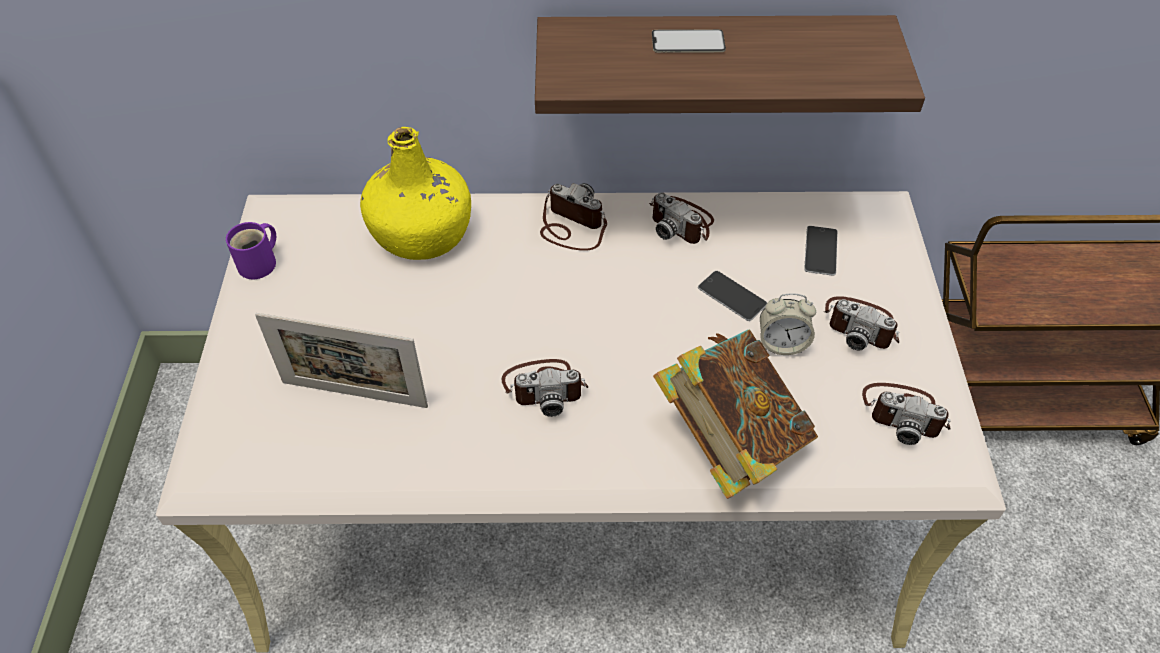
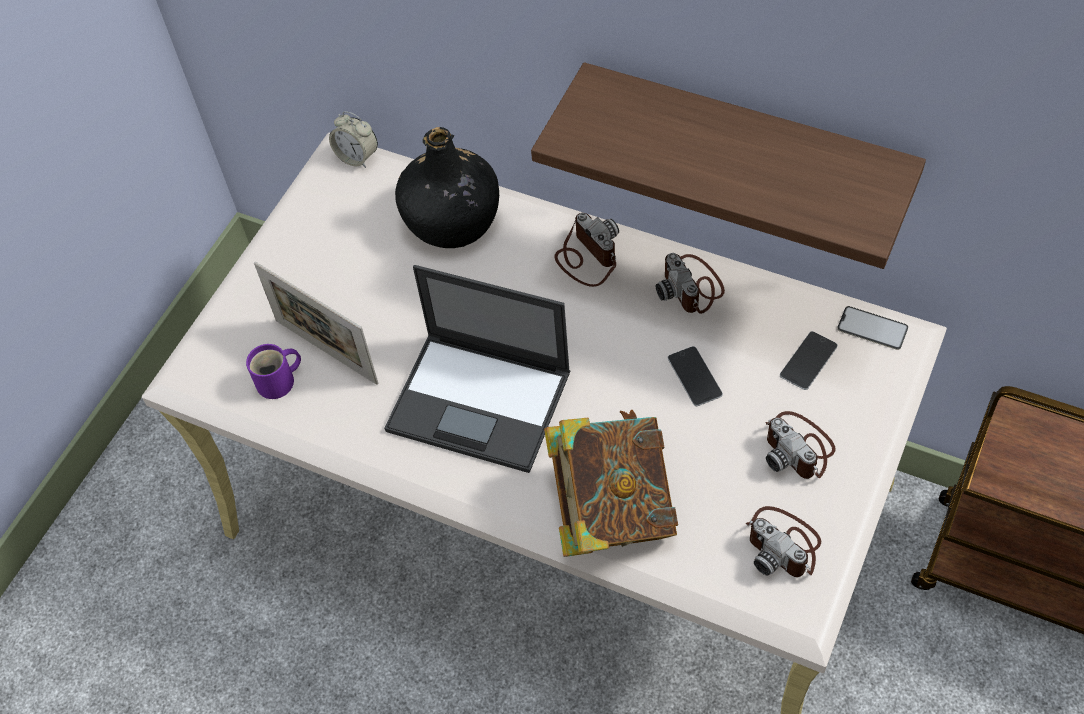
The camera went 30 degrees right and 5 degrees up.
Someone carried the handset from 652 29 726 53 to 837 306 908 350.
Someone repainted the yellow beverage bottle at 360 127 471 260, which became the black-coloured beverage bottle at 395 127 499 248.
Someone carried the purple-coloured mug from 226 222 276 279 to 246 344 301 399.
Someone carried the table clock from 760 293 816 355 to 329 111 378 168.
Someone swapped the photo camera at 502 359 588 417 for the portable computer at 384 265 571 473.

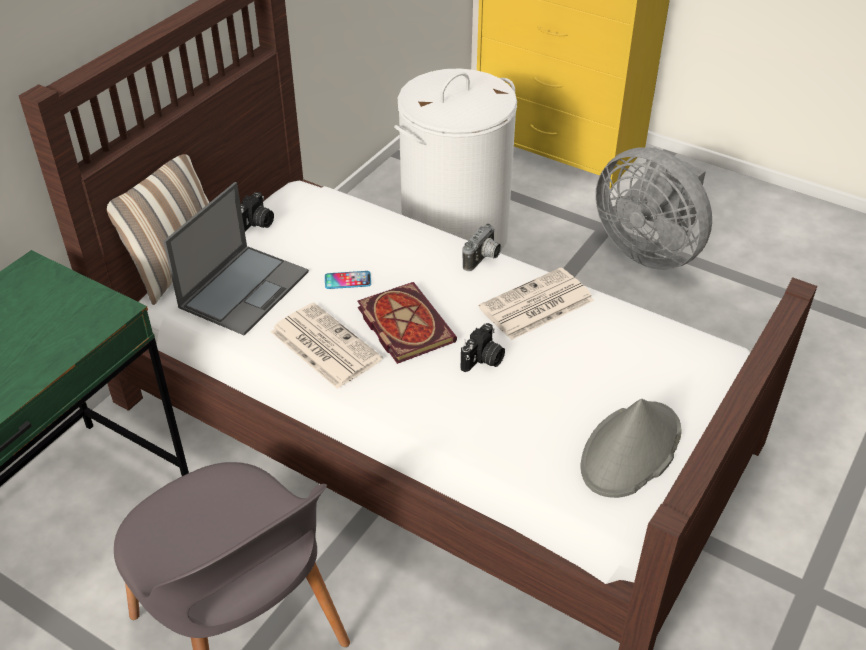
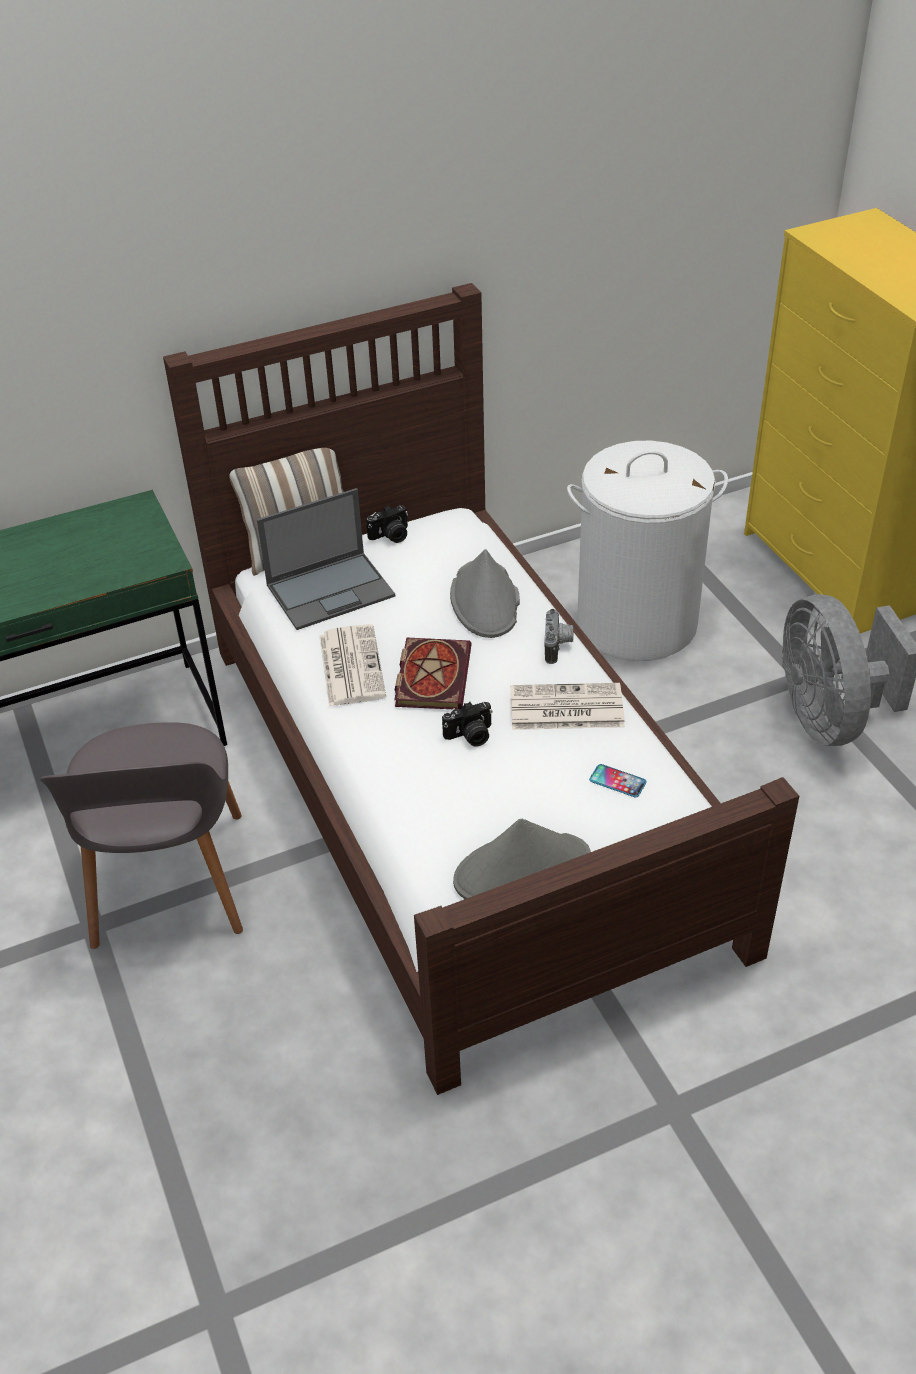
The camera went 35 degrees right and 0 degrees up.
Someone rotated the photo camera at 463 223 501 271 by 60 degrees counterclockwise.
Someone carried the handset from 325 271 371 289 to 589 764 647 797.
Someone put down the gray wearable hat at 450 549 520 638.

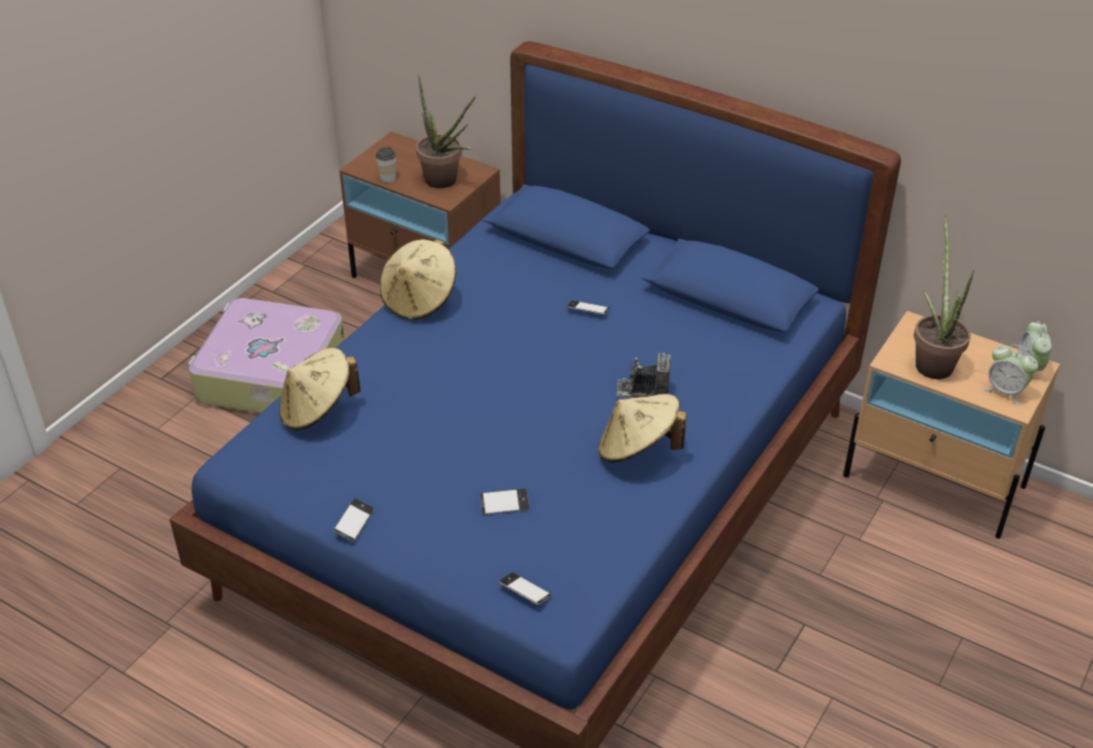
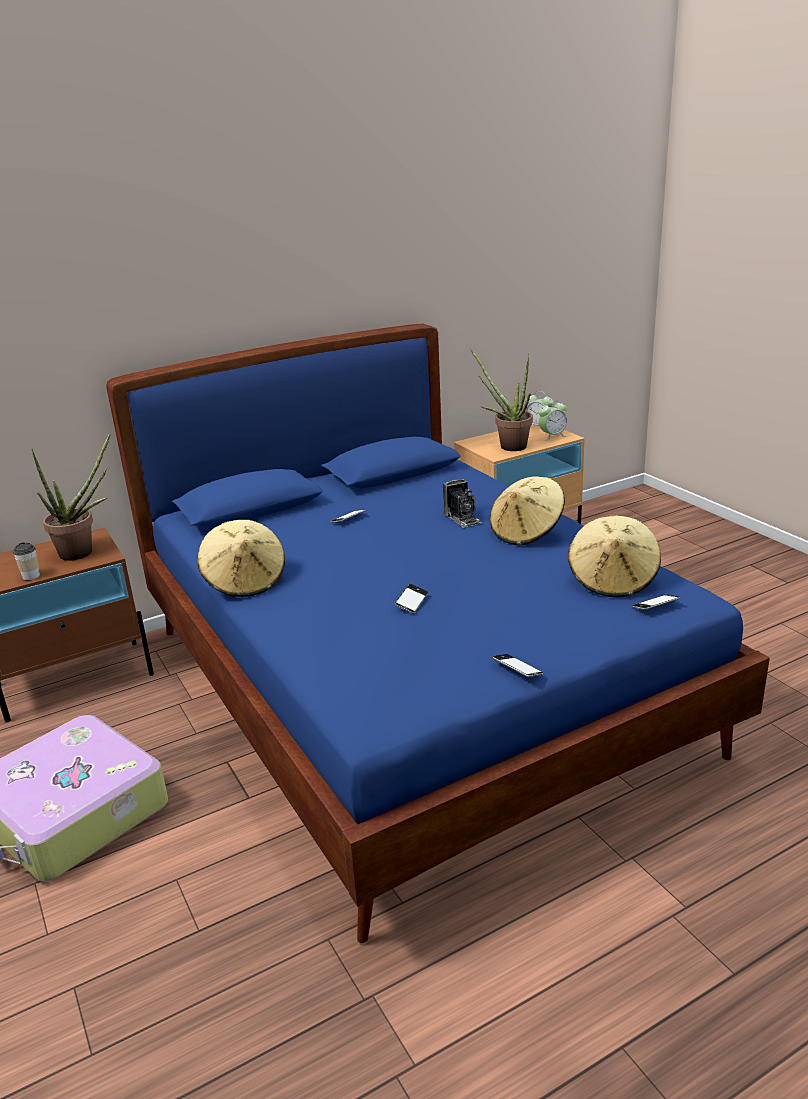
The camera went 60 degrees left and 15 degrees down.
Someone carried the sand-coloured wearable hat from 279 348 361 431 to 568 515 661 597.
Someone rotated the photo camera at 616 353 671 398 by 60 degrees counterclockwise.
Someone carried the handset from 480 488 529 515 to 395 584 428 614.

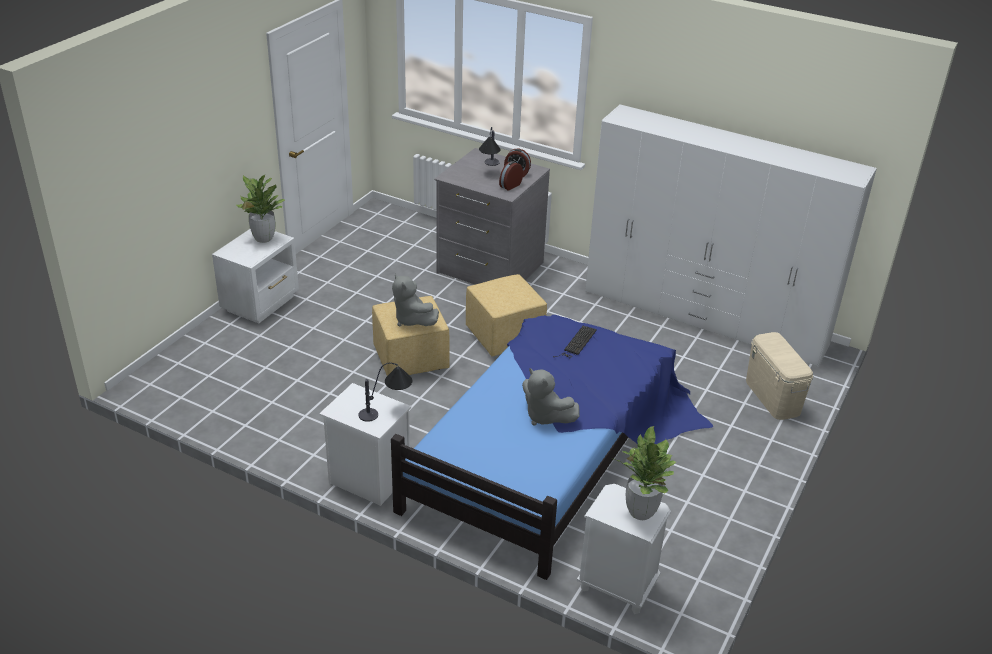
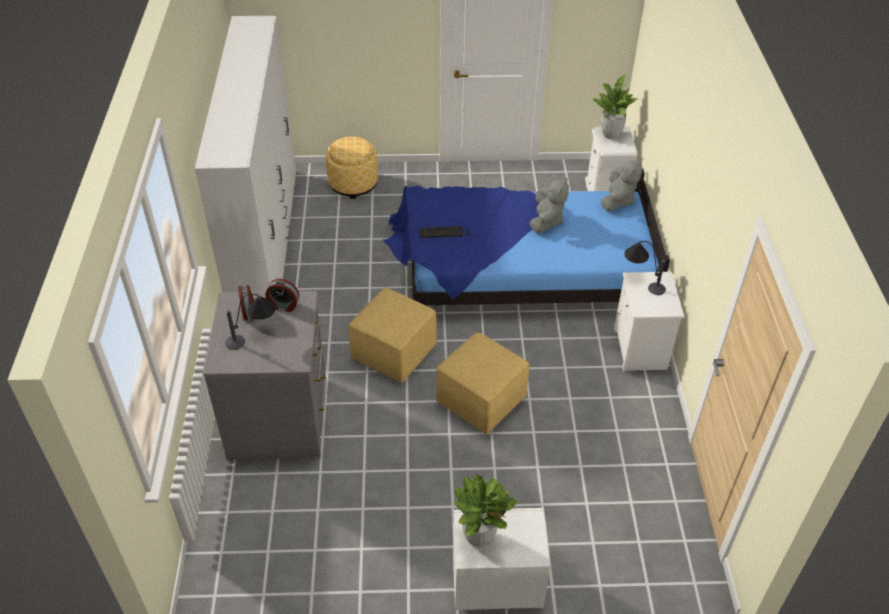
The camera went 120 degrees left and 10 degrees up.
Someone carried the gray soft toy from 392 274 439 326 to 601 159 642 211.
Someone swapped the sand-coloured storage bin at 746 332 813 420 for the footrest at 326 136 378 199.

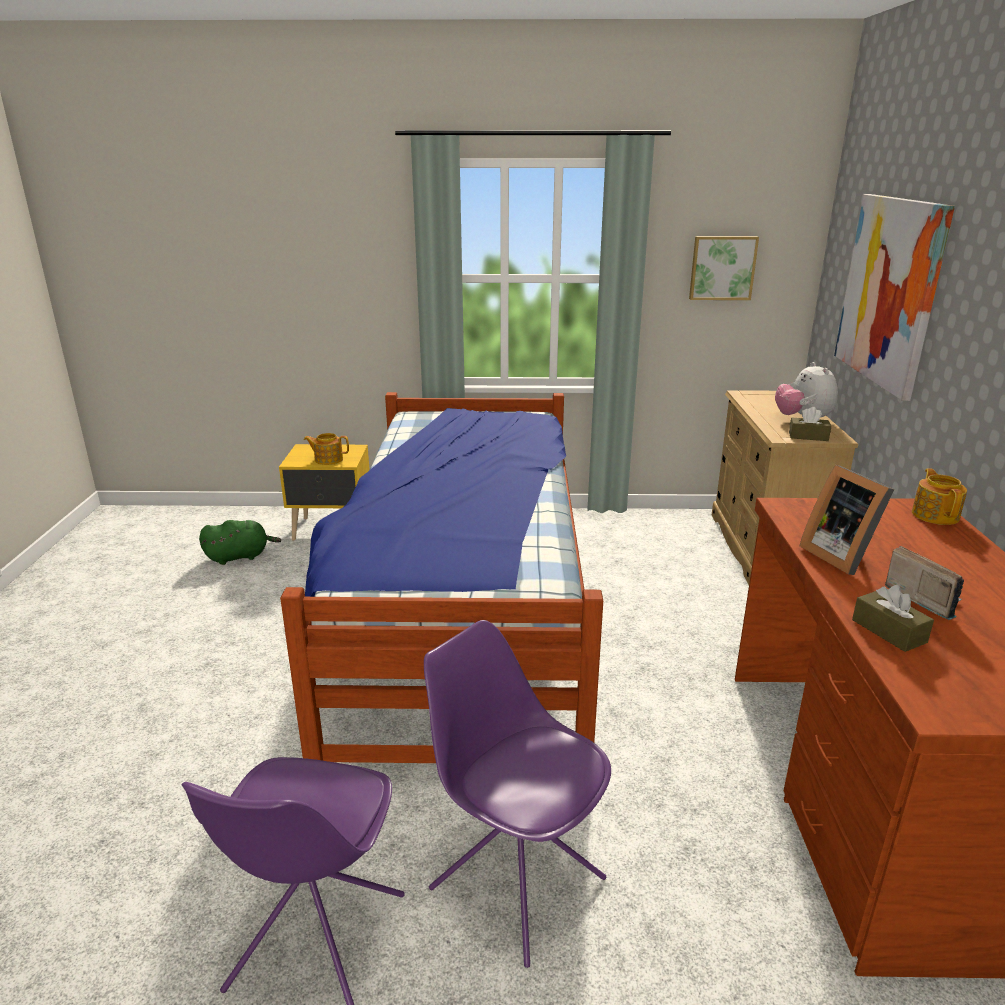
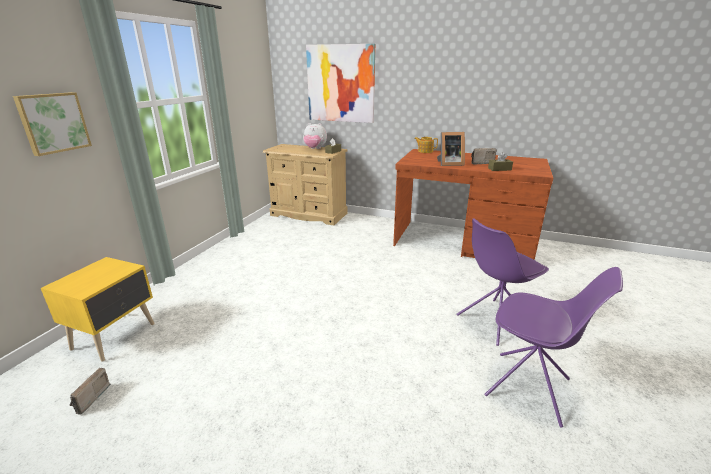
The camera went 70 degrees left and 0 degrees up.
Someone carried the wall art from 689 236 759 300 to 13 92 92 156.
Someone took away the bed at 280 392 603 763.
Someone took away the pot for tea at 304 433 349 465.
Someone swapped the greenish soft toy at 199 520 281 565 for the radio receiver at 69 368 111 415.

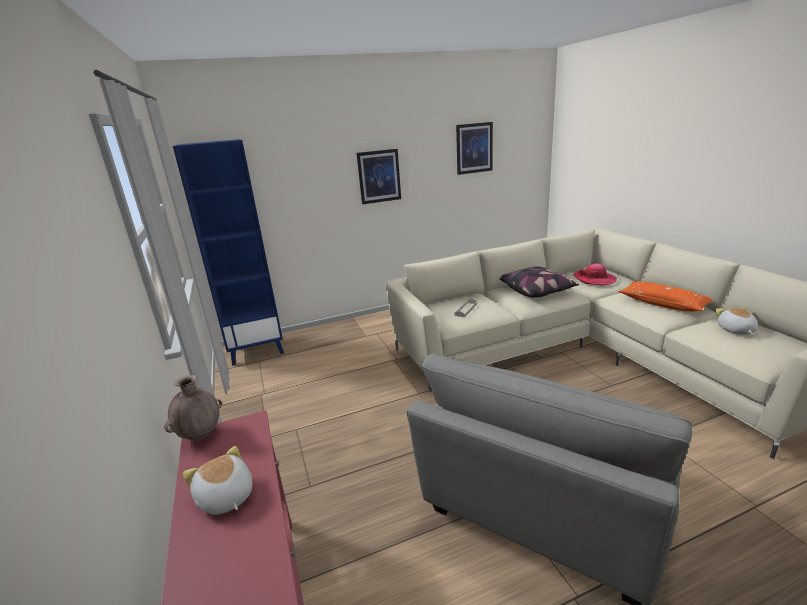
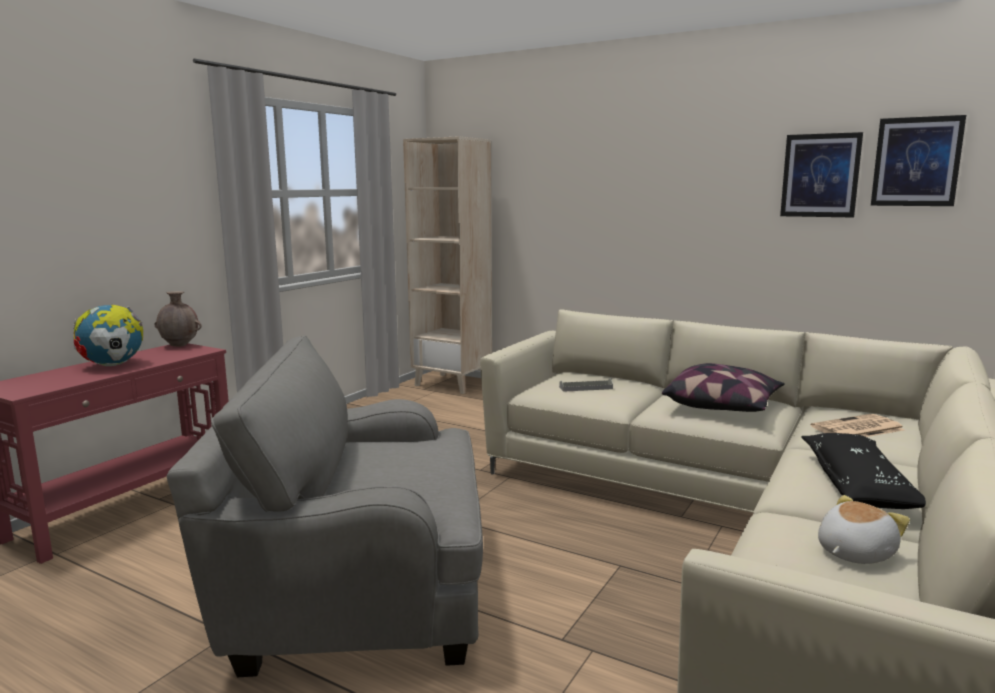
The camera went 50 degrees right and 10 degrees down.
Someone repainted the blue-coloured shelving unit at 173 139 284 366, which became the sand-coloured shelving unit at 403 136 492 394.
Someone carried the wall art from 357 149 401 204 to 871 115 966 206.
Someone swapped the wearable hat at 573 263 617 285 for the newspaper at 811 414 905 437.
Someone repainted the orange cushion at 618 281 712 312, which became the black-coloured cushion at 801 433 926 509.
Someone swapped the soft toy at 183 446 252 515 for the world globe at 73 305 143 366.

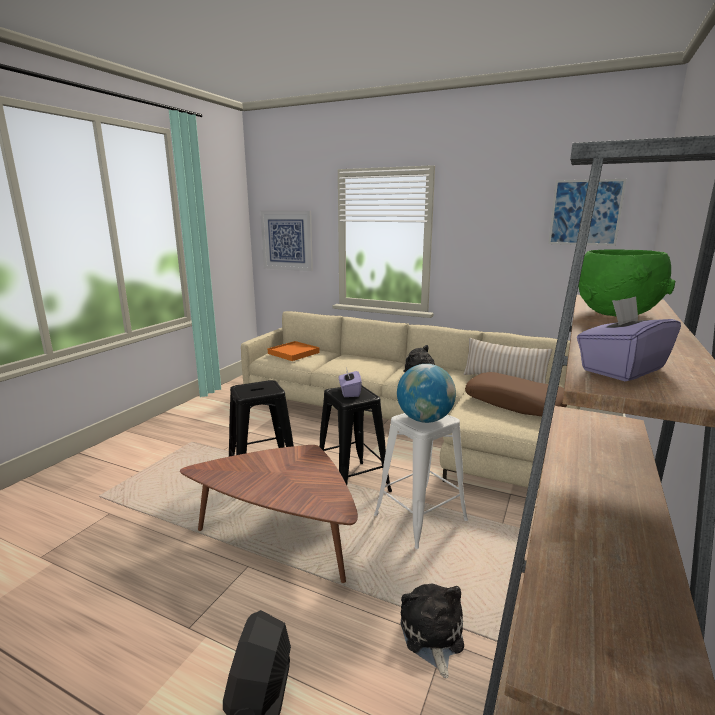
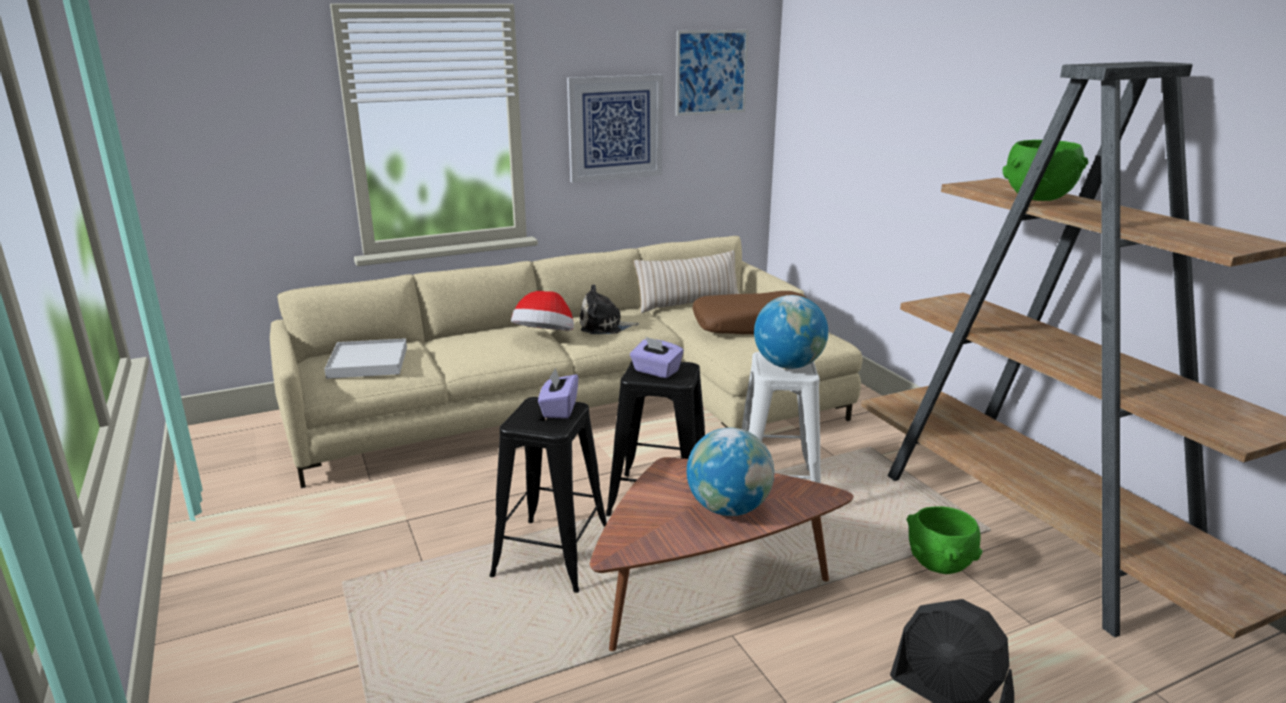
The camera went 50 degrees left and 5 degrees up.
Someone carried the wall art from 260 211 313 271 to 567 74 663 183.
Someone carried the purple-coloured box of tissues from 577 296 681 381 to 538 368 578 419.
Someone repainted the orange carrying tray at 268 341 320 361, which became the white carrying tray at 324 338 407 379.
Someone swapped the soft toy at 401 583 464 678 for the greenish deep dish at 907 506 983 574.
Someone put down the wearable hat at 511 291 574 331.
Someone put down the world globe at 687 428 774 516.

